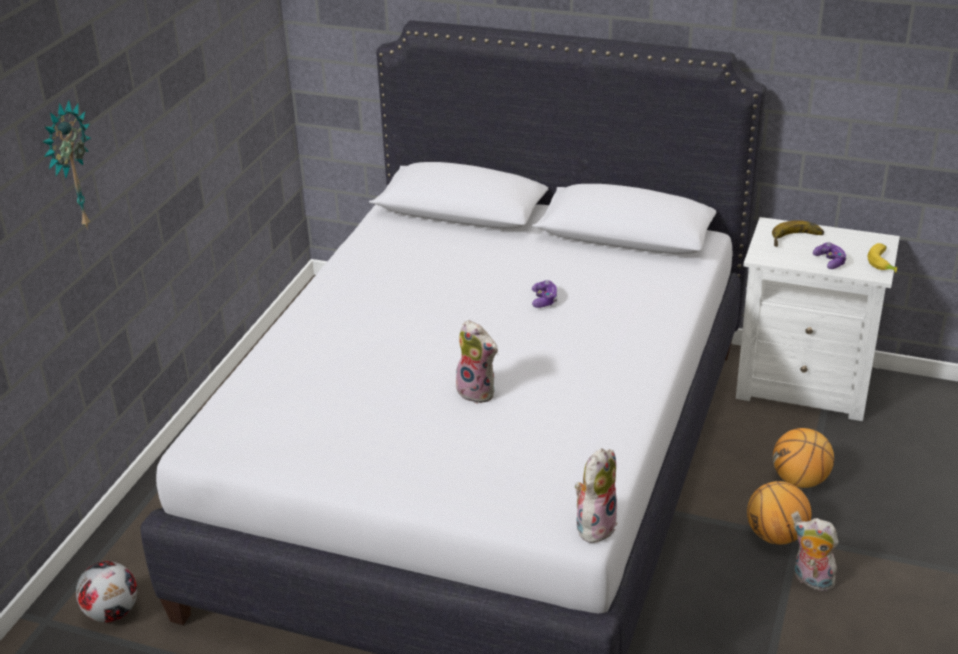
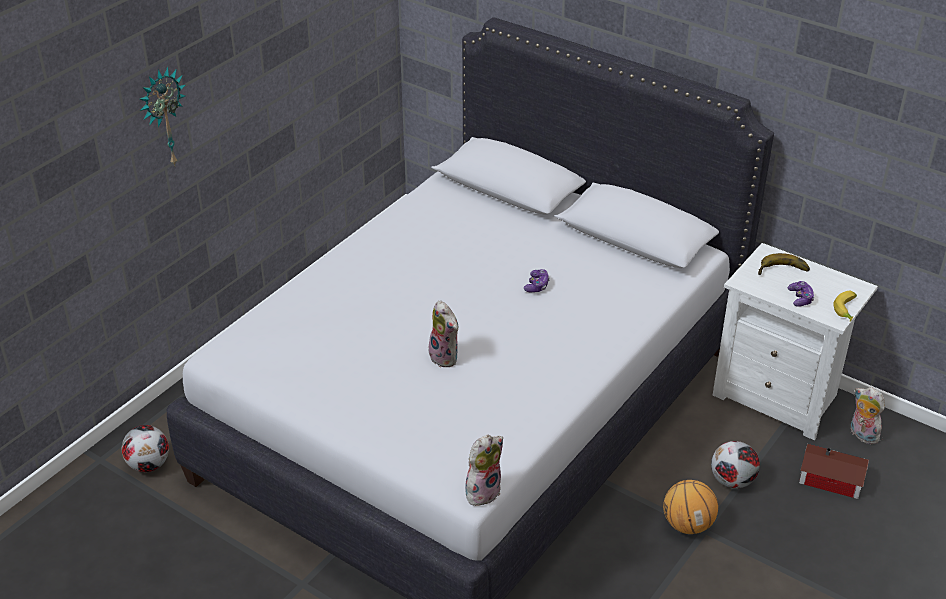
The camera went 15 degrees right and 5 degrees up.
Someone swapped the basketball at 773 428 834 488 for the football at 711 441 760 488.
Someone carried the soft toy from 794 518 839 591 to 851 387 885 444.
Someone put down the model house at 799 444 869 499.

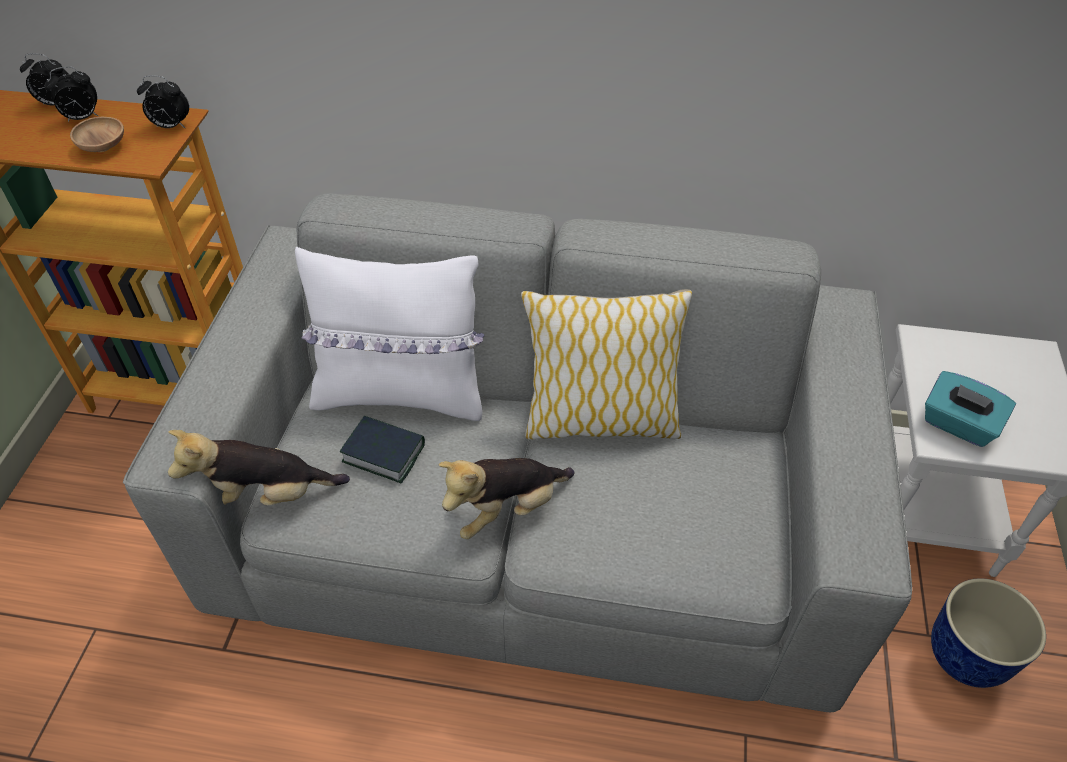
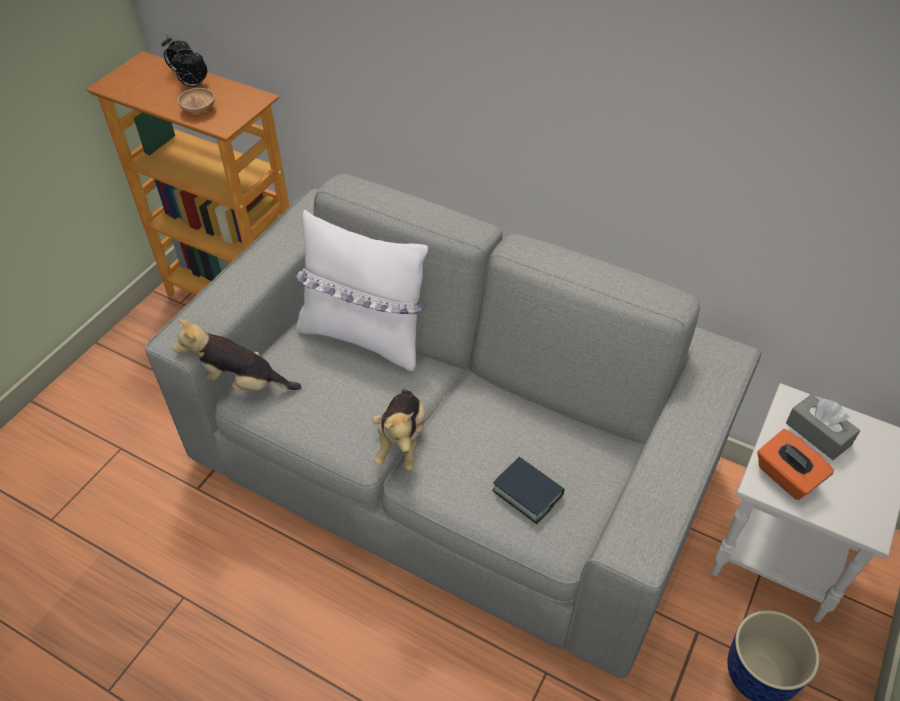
The camera went 20 degrees right and 0 degrees up.
Someone took away the table clock at 137 75 189 128.
Someone took away the cushion at 521 289 692 440.
Someone repainted the blue-green box of tissues at 925 371 1016 447, which became the orange box of tissues at 757 429 834 500.
Someone carried the volume from 340 416 425 484 to 492 457 564 524.
Someone rotated the soft toy at 438 458 574 539 by 75 degrees counterclockwise.
Someone put down the gray box of tissues at 786 394 860 460.

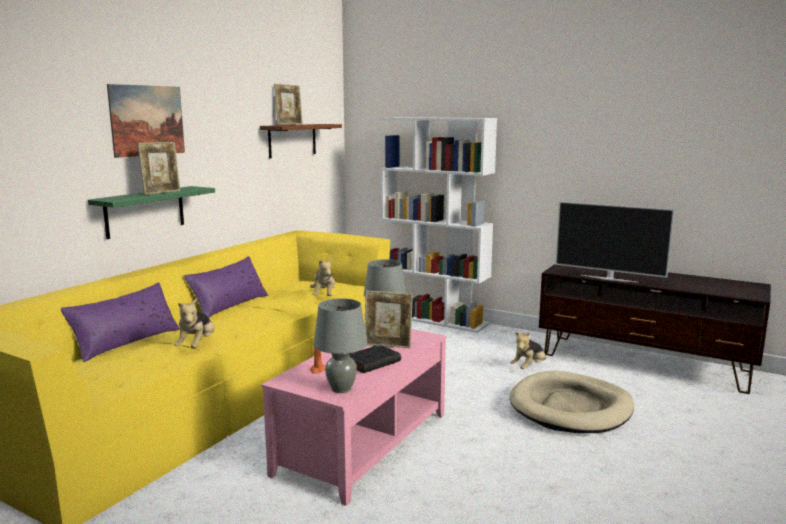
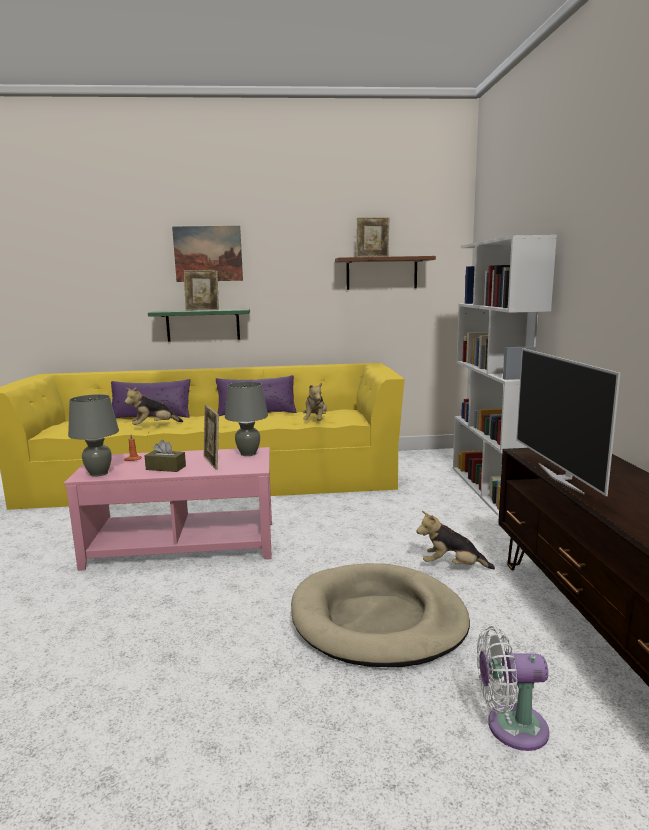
The camera went 55 degrees right and 0 degrees up.
Someone rotated the soft toy at 310 257 335 296 by 45 degrees counterclockwise.
Someone swapped the black-coloured volume at 349 345 401 373 for the brown box of tissues at 145 440 186 472.
Someone put down the white fan at 477 626 549 751.

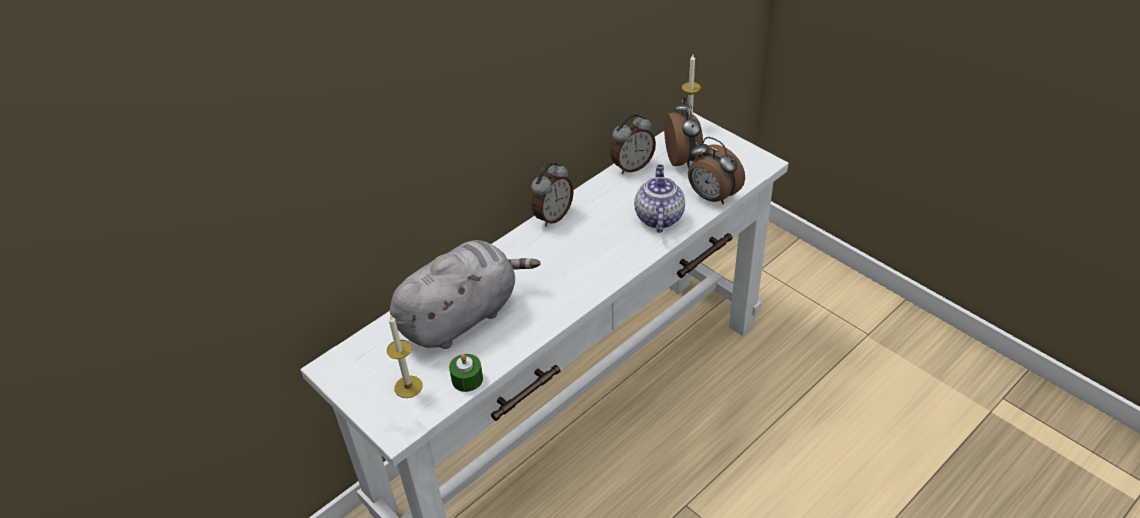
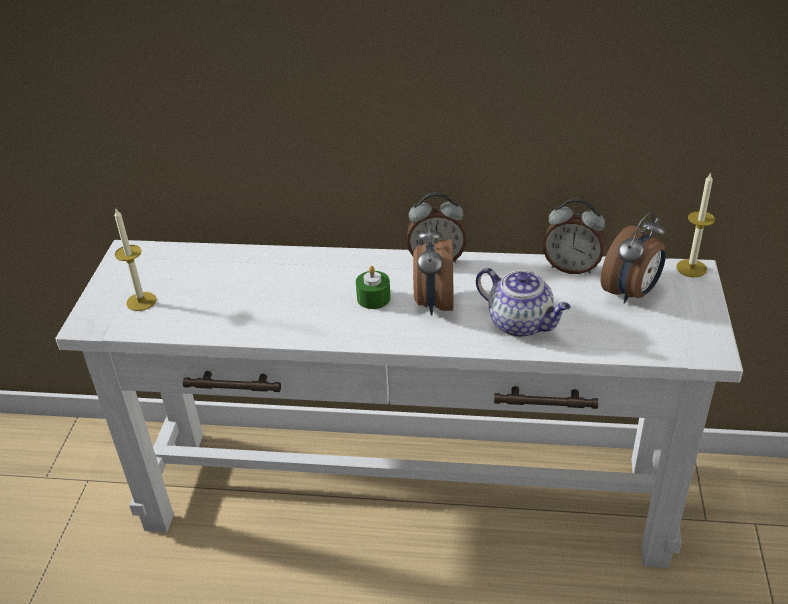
The camera went 50 degrees right and 5 degrees down.
Someone carried the table clock from 688 137 745 204 to 413 220 453 316.
Someone rotated the pot for tea at 634 164 685 233 by 75 degrees clockwise.
Someone took away the gray soft toy at 390 240 541 349.
Someone carried the greenish wax light from 449 354 483 392 to 356 266 391 309.

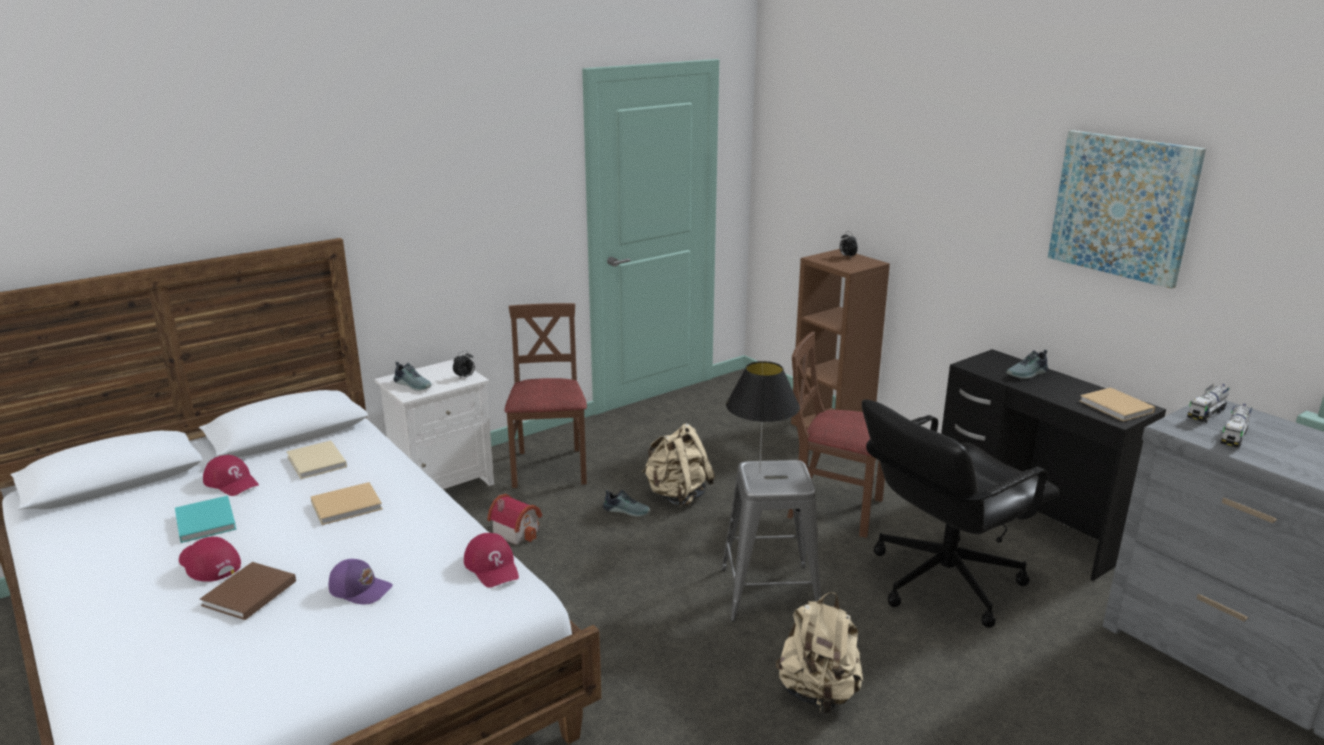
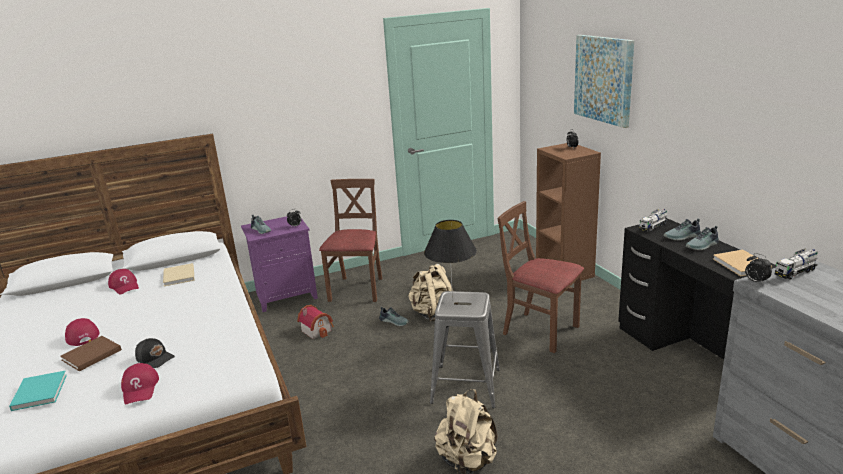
The camera went 15 degrees right and 0 degrees up.
Someone carried the wall art from 1048 130 1206 289 to 574 35 634 128.
Someone repainted the white nightstand at 374 359 494 489, which became the purple-coloured nightstand at 241 216 318 312.
Someone took away the black-coloured desk chair at 862 400 1060 628.
Someone carried the toy lorry from 1220 404 1252 448 to 639 209 668 232.
Someone took away the sand-coloured volume at 311 482 383 525.
Someone carried the blue-green volume from 175 496 236 543 to 9 371 67 411.
Someone carried the red peaked cap from 464 533 519 588 to 121 363 159 404.
Someone repainted the purple-coloured peaked cap at 329 559 393 604, which became the black-coloured peaked cap at 135 338 175 368.
Someone put down the shoe at 685 226 719 250.
Someone put down the table clock at 745 253 772 285.

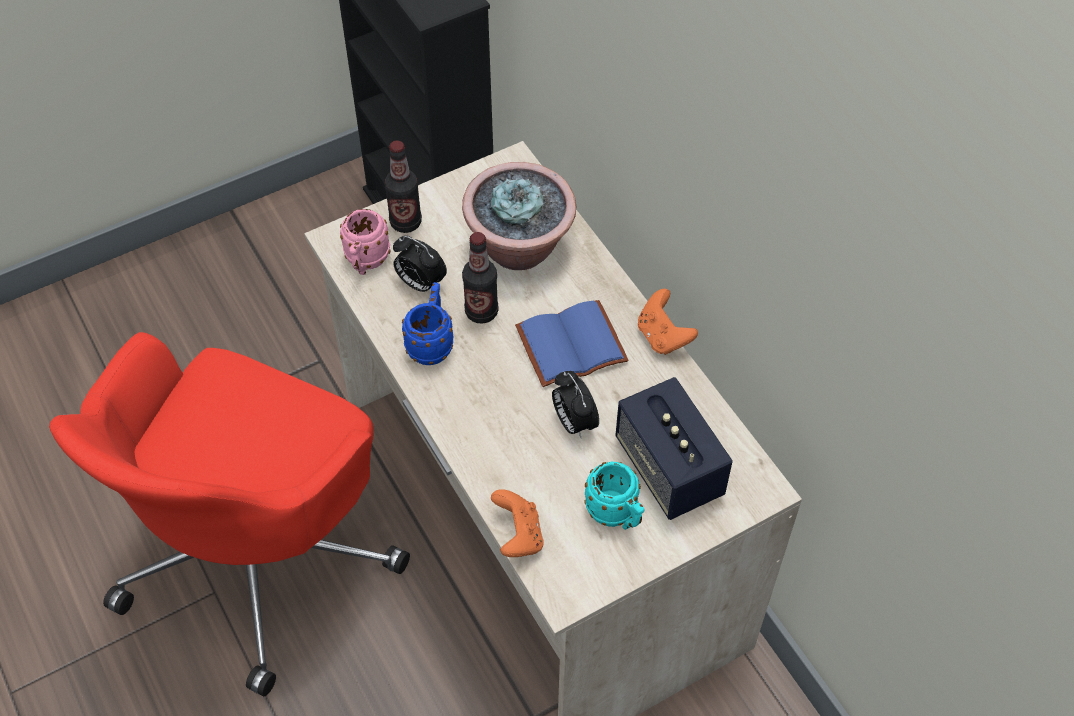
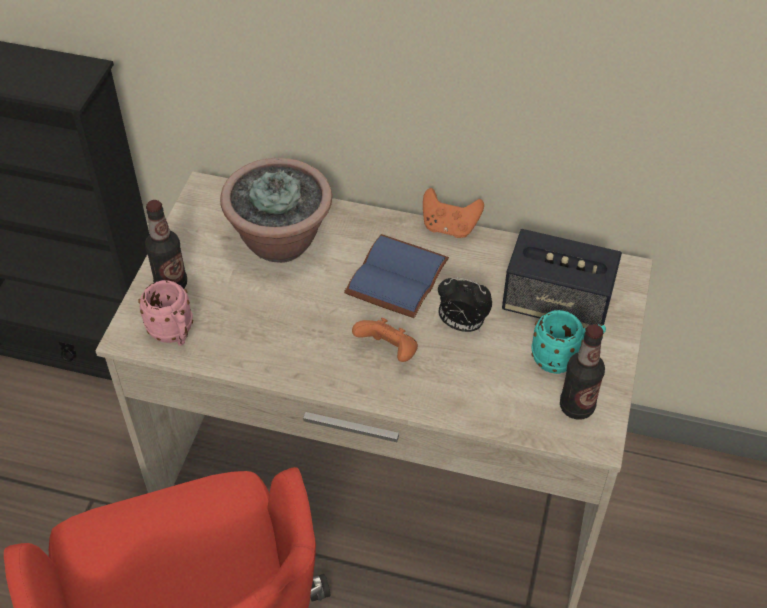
The camera went 45 degrees left and 5 degrees down.
Someone carried the beverage bottle from 462 232 499 323 to 560 324 605 420.
Someone took away the table clock at 393 236 447 292.
Someone took away the blue-coloured mug at 402 282 453 365.
Someone carried the orange game controller from 491 489 544 557 to 352 318 418 362.

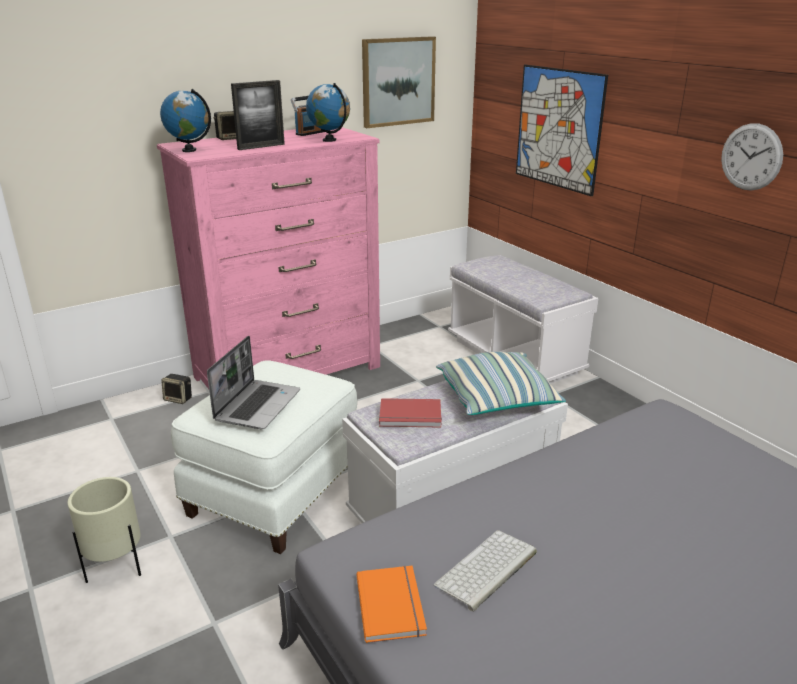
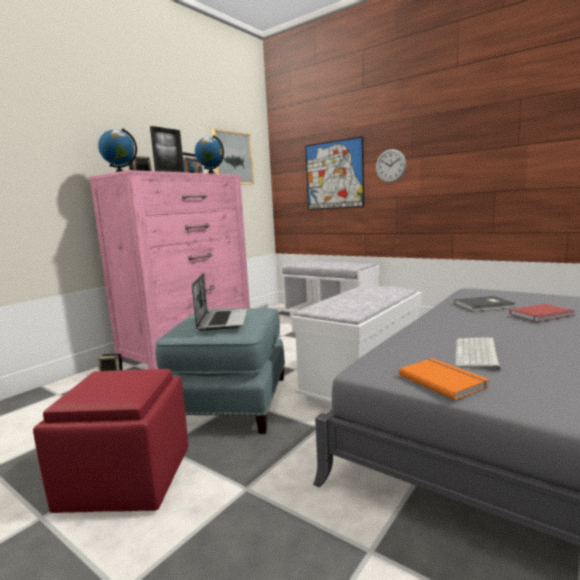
The camera went 20 degrees left and 15 degrees down.
Someone carried the hanging clock from 721 123 783 191 to 376 149 407 183.
Someone took away the cushion at 436 352 566 415.
Someone repainted the white footrest at 171 361 357 554, which became the blue-coloured footrest at 155 308 285 434.
Someone carried the red volume from 379 398 442 427 to 509 304 575 322.
Someone swapped the sand-coloured planter at 68 477 141 583 for the red footrest at 33 369 189 513.
Someone put down the gray volume at 454 296 515 312.

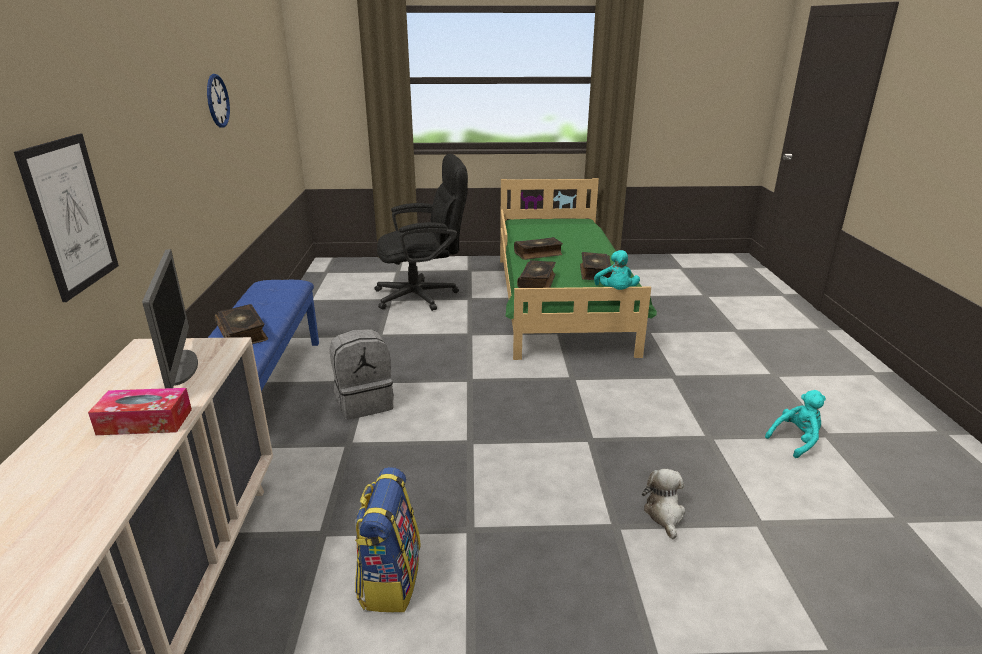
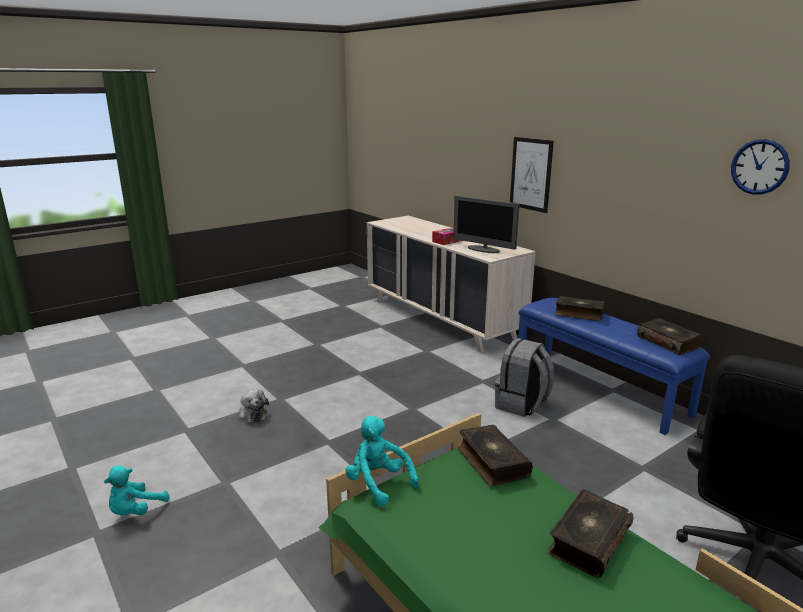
The camera went 145 degrees right and 5 degrees down.
Someone carried the volume from 580 252 612 280 to 637 318 701 355.
Someone took away the knapsack at 355 467 421 612.

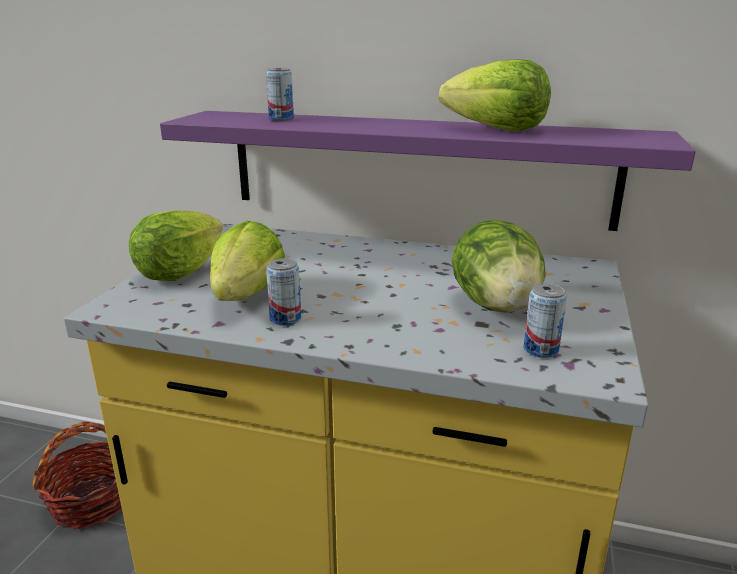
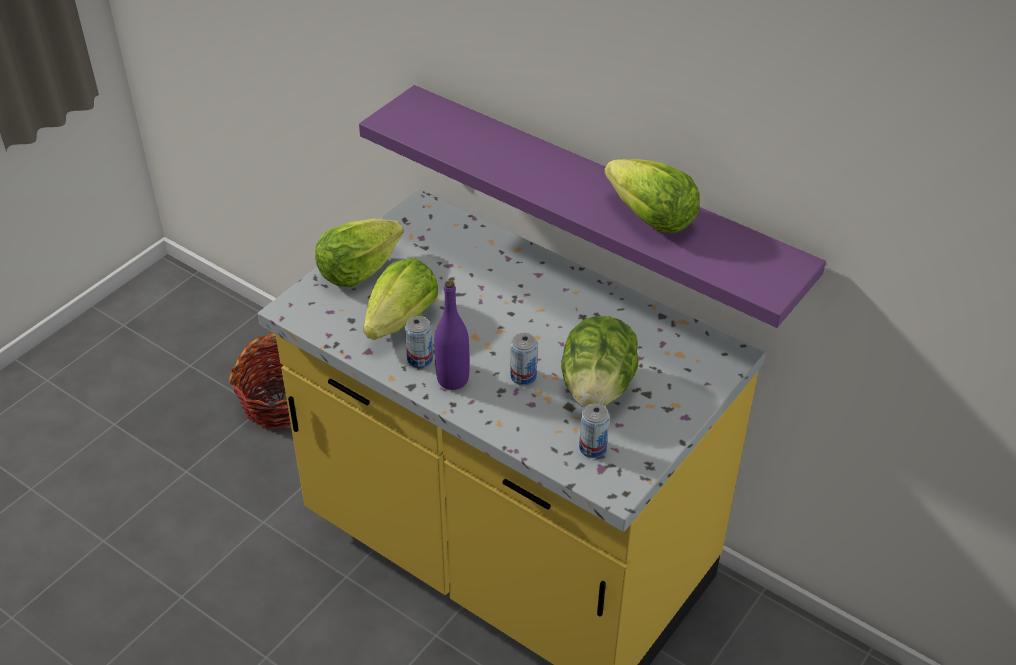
The camera went 20 degrees right and 20 degrees up.
Someone carried the metal can from 266 68 294 121 to 510 333 538 385.
Someone put down the purple-coloured beverage bottle at 434 280 469 390.

